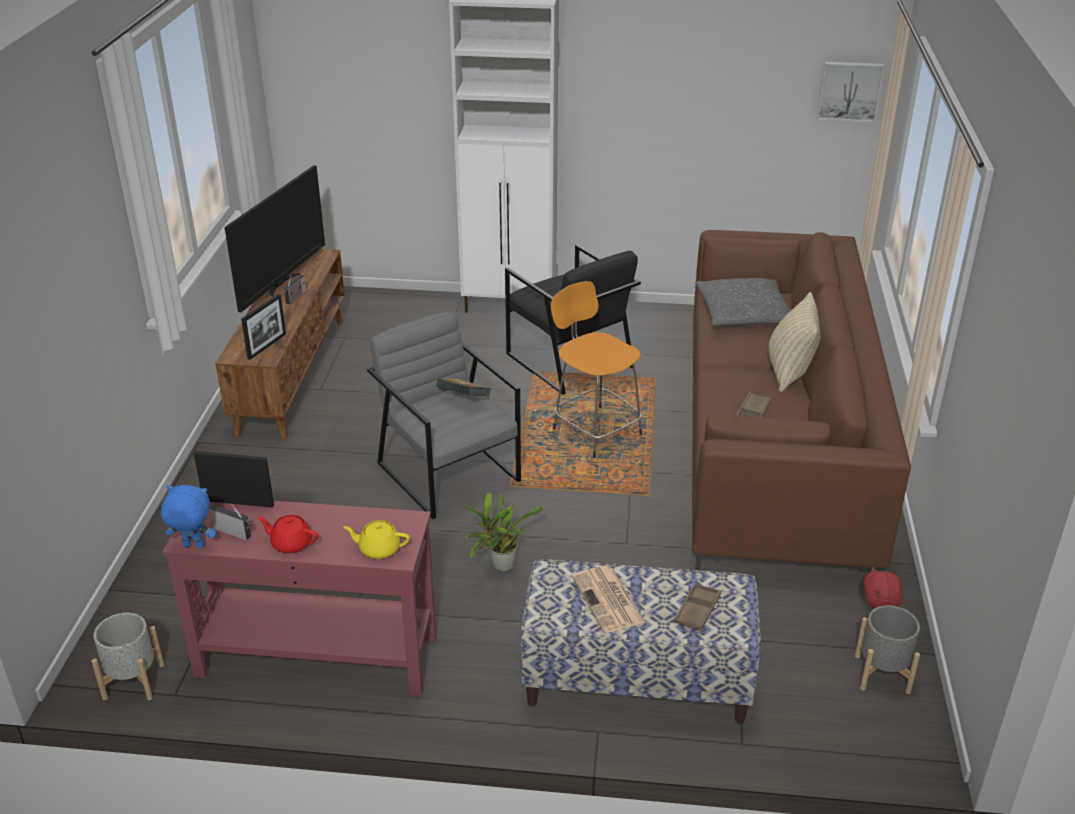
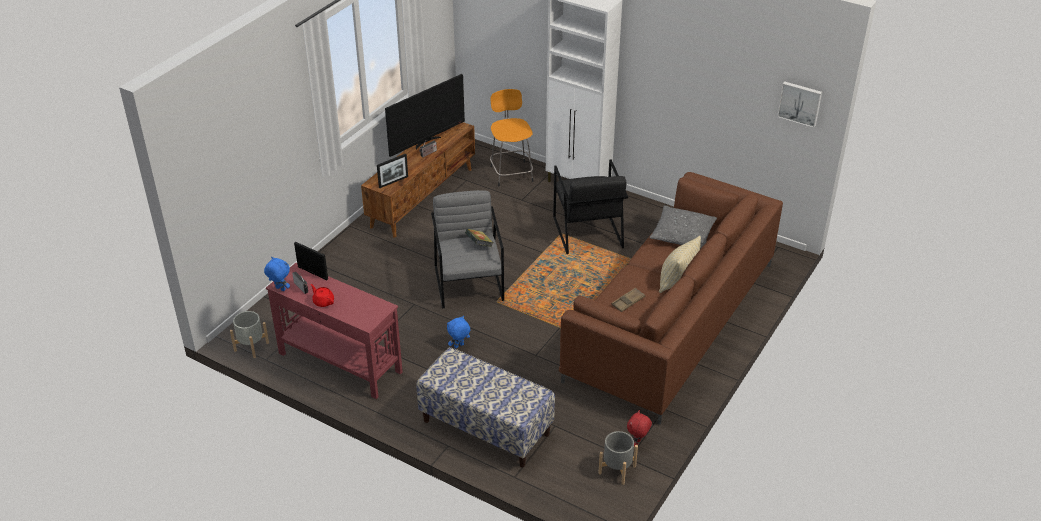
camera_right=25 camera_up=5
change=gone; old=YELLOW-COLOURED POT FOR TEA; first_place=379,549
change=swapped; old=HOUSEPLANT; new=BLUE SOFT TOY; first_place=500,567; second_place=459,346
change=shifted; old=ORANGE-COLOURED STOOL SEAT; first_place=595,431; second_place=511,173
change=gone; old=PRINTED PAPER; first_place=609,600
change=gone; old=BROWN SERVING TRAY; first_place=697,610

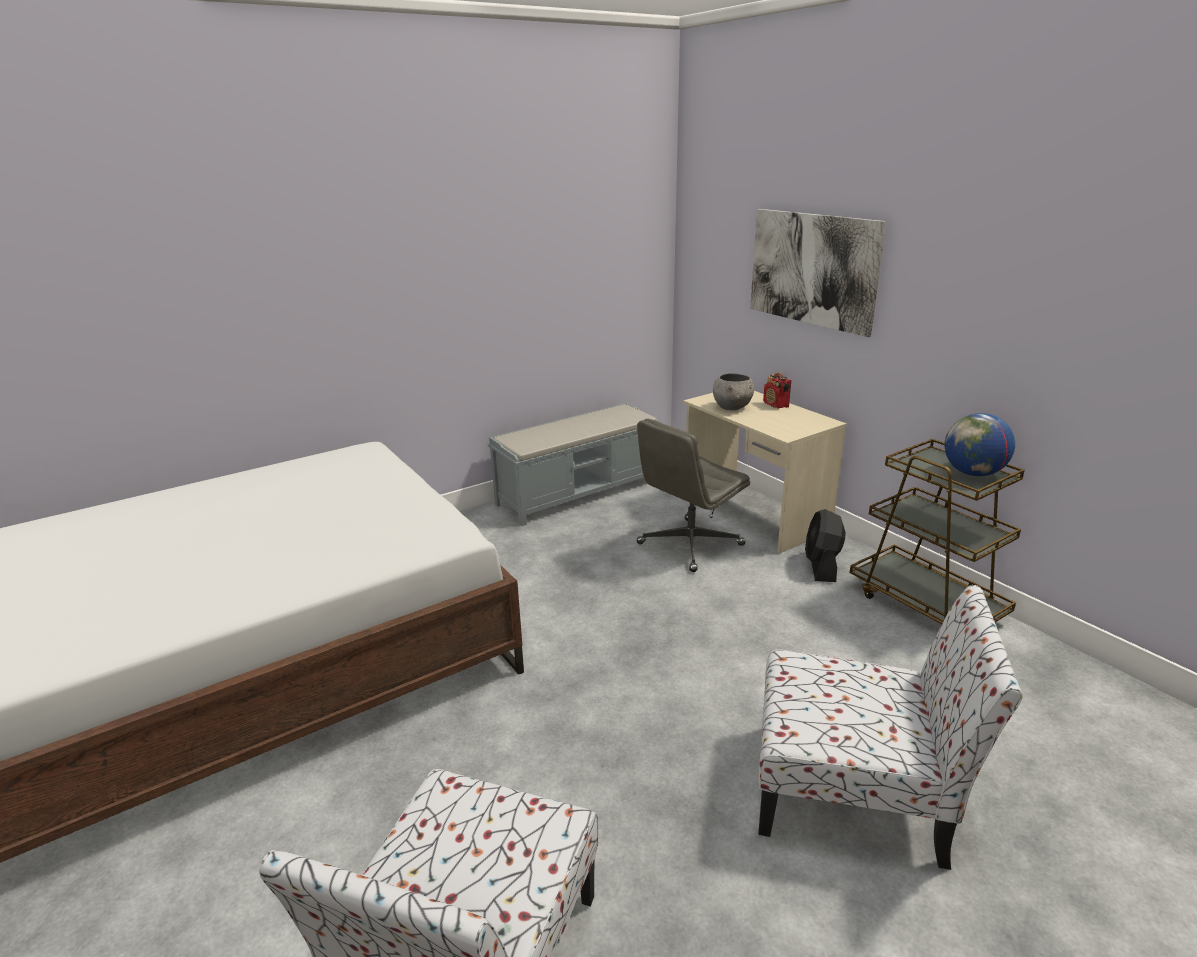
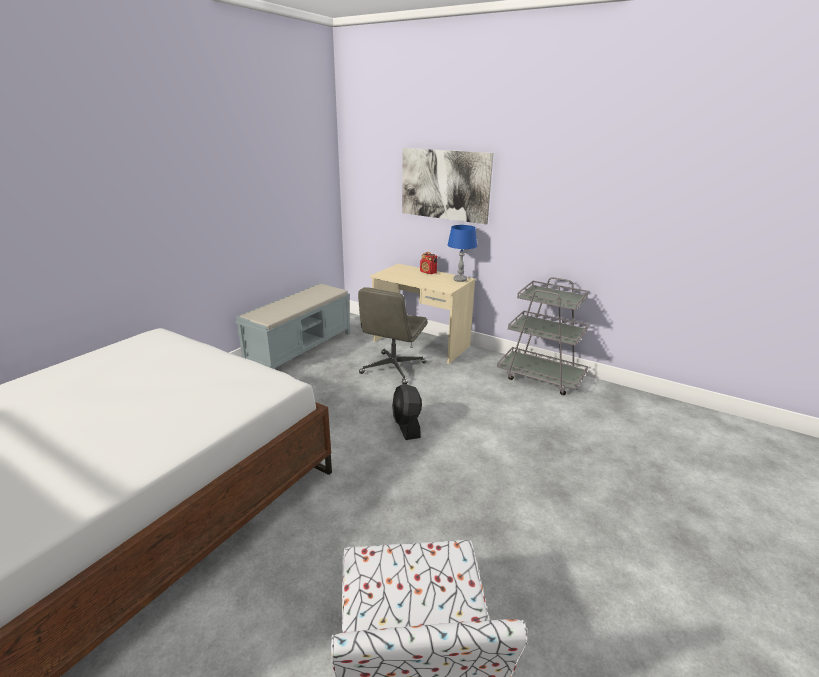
camera_right=-25 camera_up=0
change=gone; old=GREY DEEP DISH; first_place=732,407
change=gone; old=CHAIR; first_place=854,792
change=shifted; old=BLACKISH COOLING FAN; first_place=821,566; second_place=407,426
change=repainted; old=BROWN CART; new=GREY CART; first_place=926,604; second_place=541,377
change=gone; old=GLOBE; first_place=973,473
change=new; new=BLUE LAMP FOR A TABLE; second_place=460,279

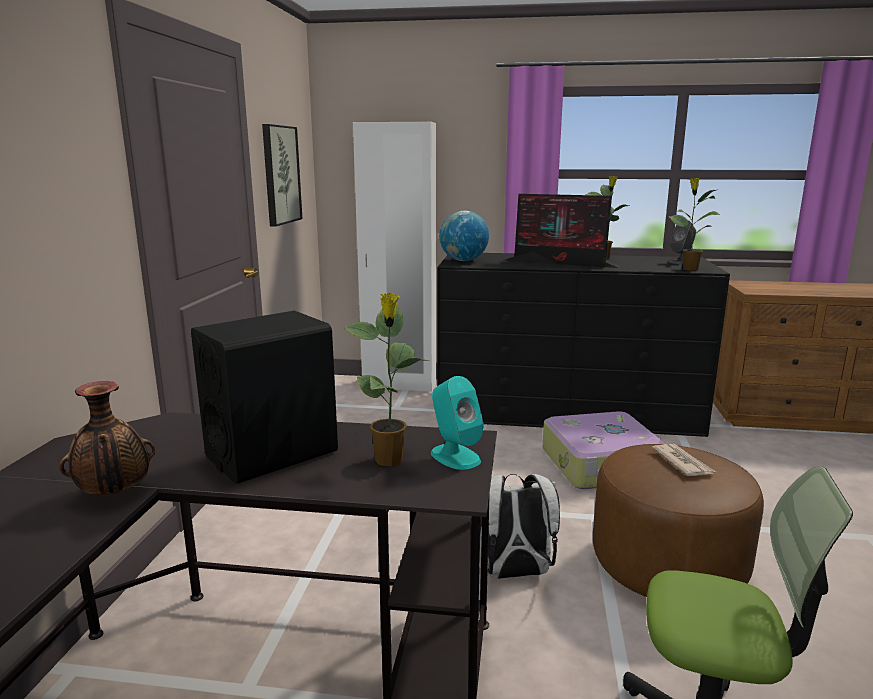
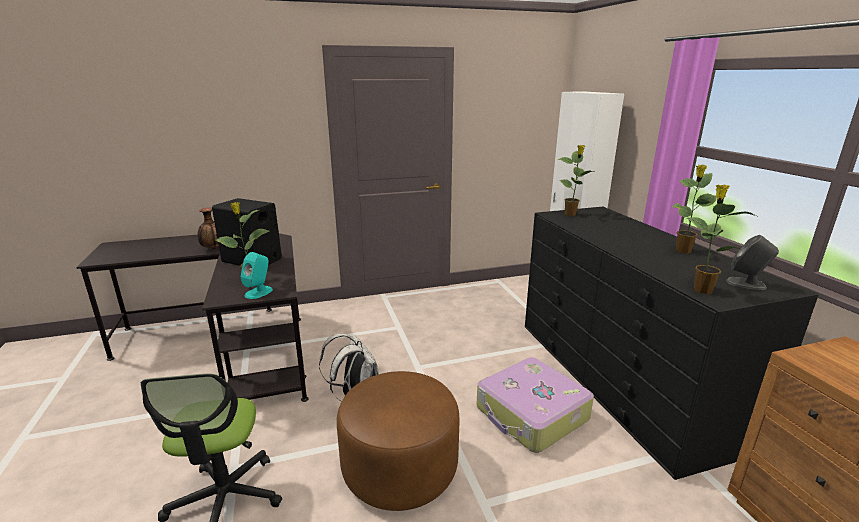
camera_right=65 camera_up=5
change=gone; old=PICTURE; first_place=280,175
change=swapped; old=GLOBE; new=HOUSEPLANT; first_place=463,260; second_place=570,214
change=gone; old=MONITOR; first_place=561,263
change=gone; old=PRINTED PAPER; first_place=682,462

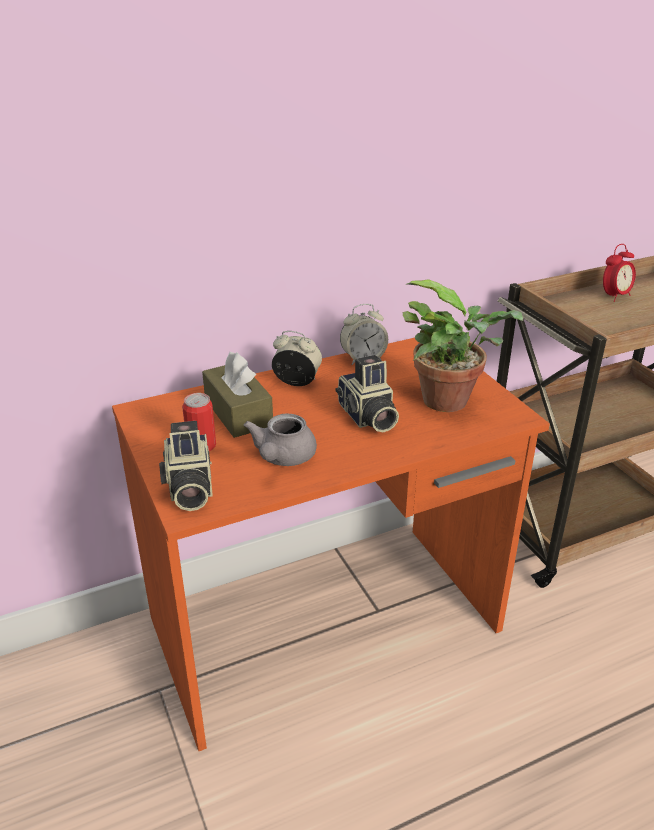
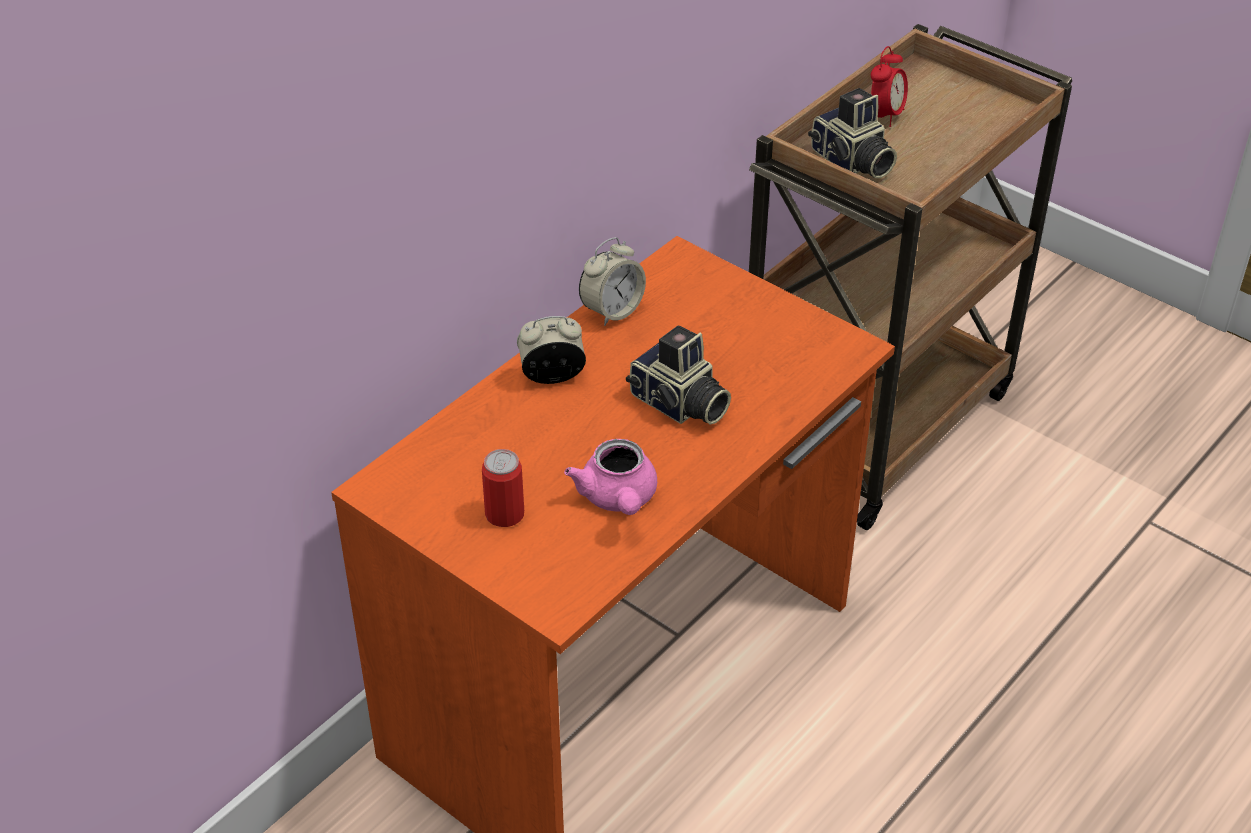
camera_right=-25 camera_up=10
change=shifted; old=STILL CAMERA; first_place=188,489; second_place=851,162
change=gone; old=BROWN TISSUE HOLDER; first_place=238,413
change=repainted; old=GREY POT FOR TEA; new=PINKISH POT FOR TEA; first_place=282,458; second_place=618,499
change=gone; old=HOUSEPLANT; first_place=451,401

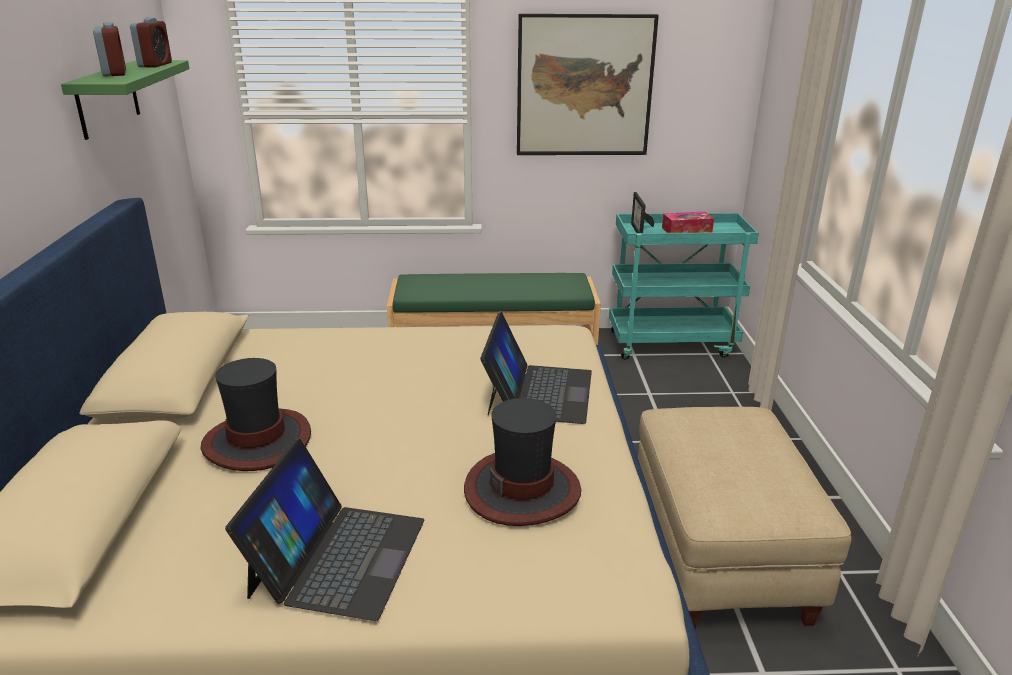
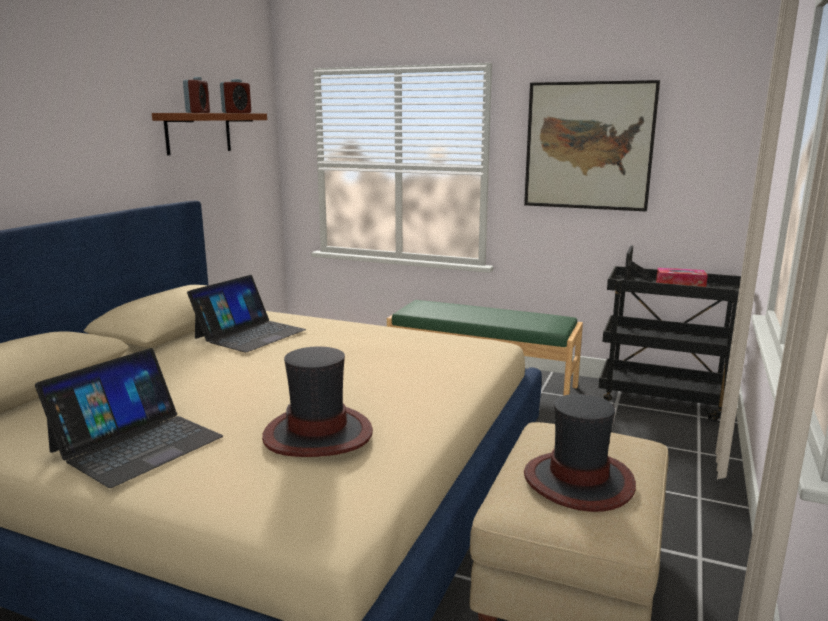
camera_right=25 camera_up=-10
change=repainted; old=GREENISH BRACKET SHELF; new=BROWN BRACKET SHELF; first_place=107,98; second_place=198,133
change=shifted; old=HAT; first_place=257,441; second_place=579,481
change=shifted; old=LAPTOP; first_place=538,392; second_place=250,334
change=repainted; old=TURQUOISE-COLOURED CART; new=BLACKISH CART; first_place=671,343; second_place=663,401

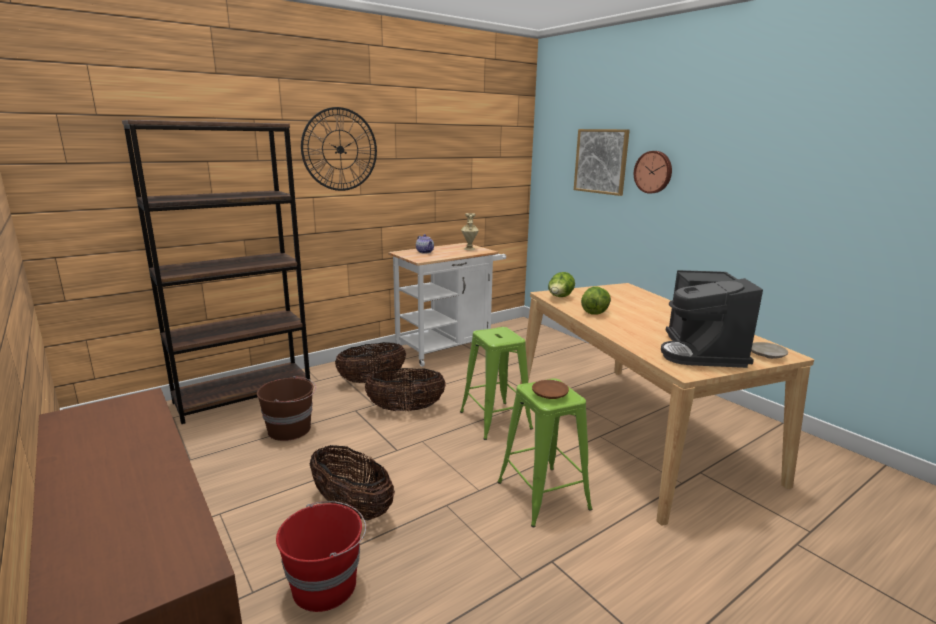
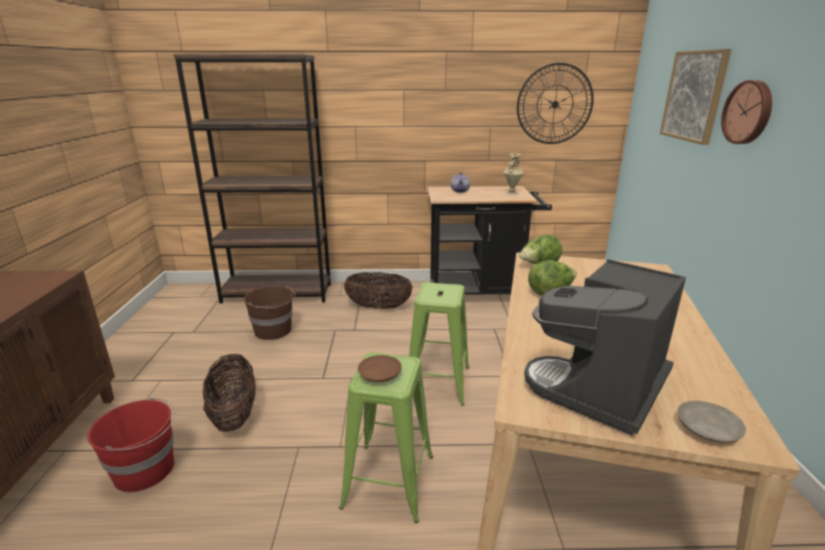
camera_right=35 camera_up=5
change=shifted; old=HANGING CLOCK; first_place=340,149; second_place=554,104
change=gone; old=HOUSEHOLD BASKET; first_place=406,409
change=repainted; old=WHITISH CART; new=BLACKISH CART; first_place=448,347; second_place=480,294

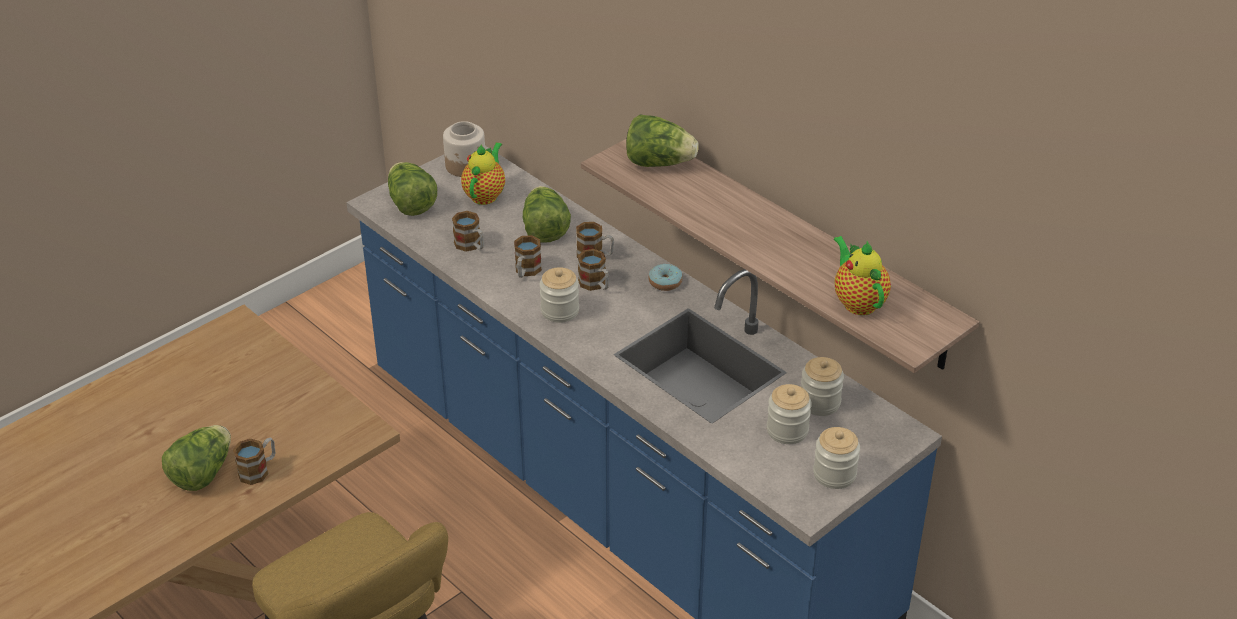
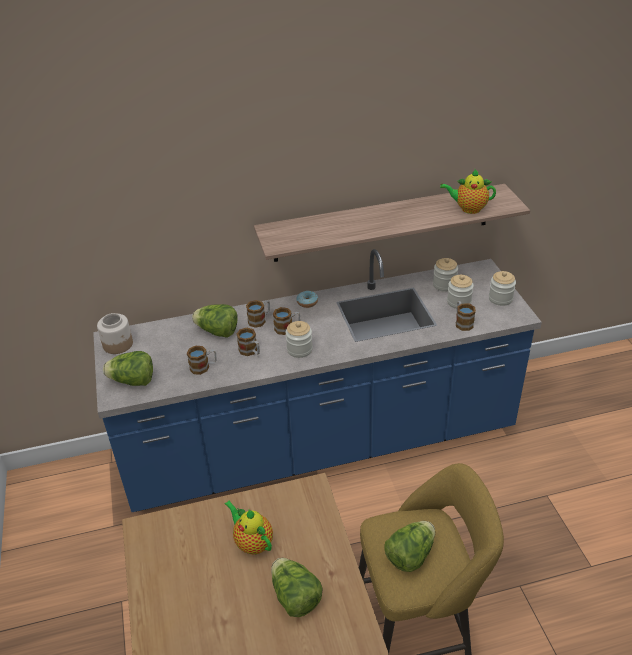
camera_right=-60 camera_up=0
change=shifted; old=MUG; first_place=259,470; second_place=462,322
change=shifted; old=POT FOR TEA; first_place=485,195; second_place=252,542
change=shifted; old=LETTUCE; first_place=659,163; second_place=410,555

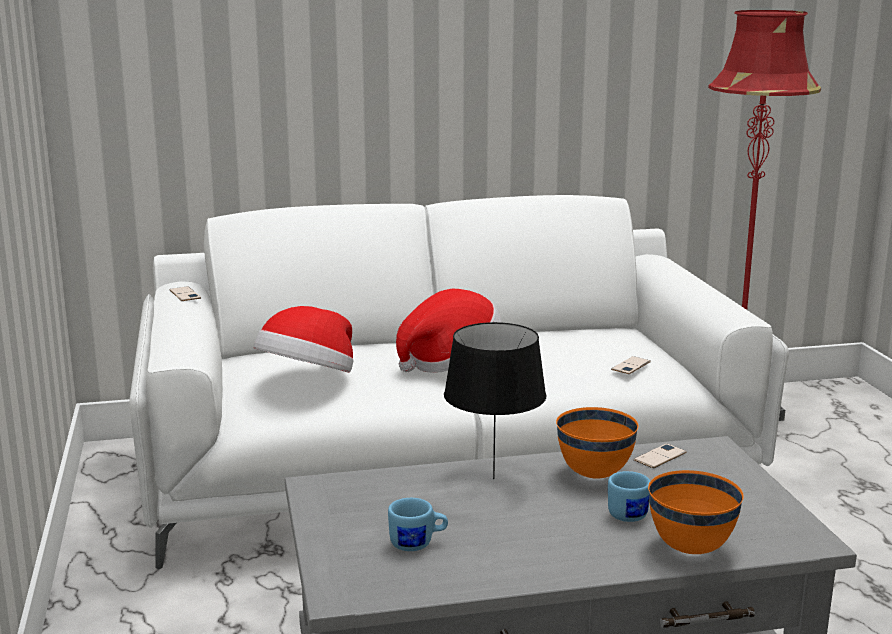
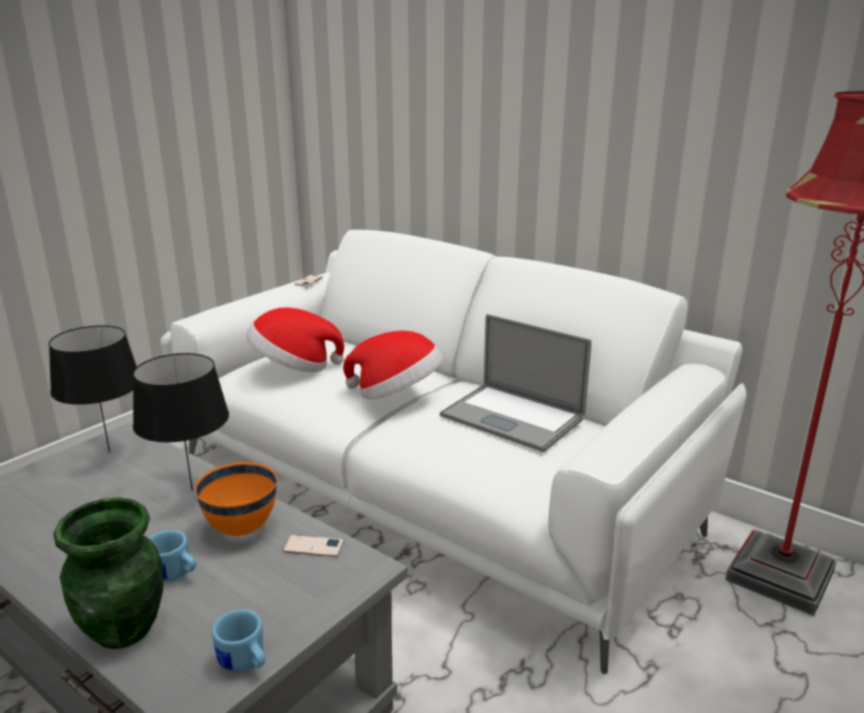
camera_right=50 camera_up=5
change=shifted; old=BLUE MUG; first_place=418,544; second_place=245,664
change=gone; old=HANDSET; first_place=631,366
change=swapped; old=ORANGE-COLOURED DEEP DISH; new=GREENISH VASE; first_place=691,548; second_place=125,630
change=new; new=BLACKISH LAMP FOR A TABLE; second_place=110,451
change=new; new=LAPTOP; second_place=512,417

